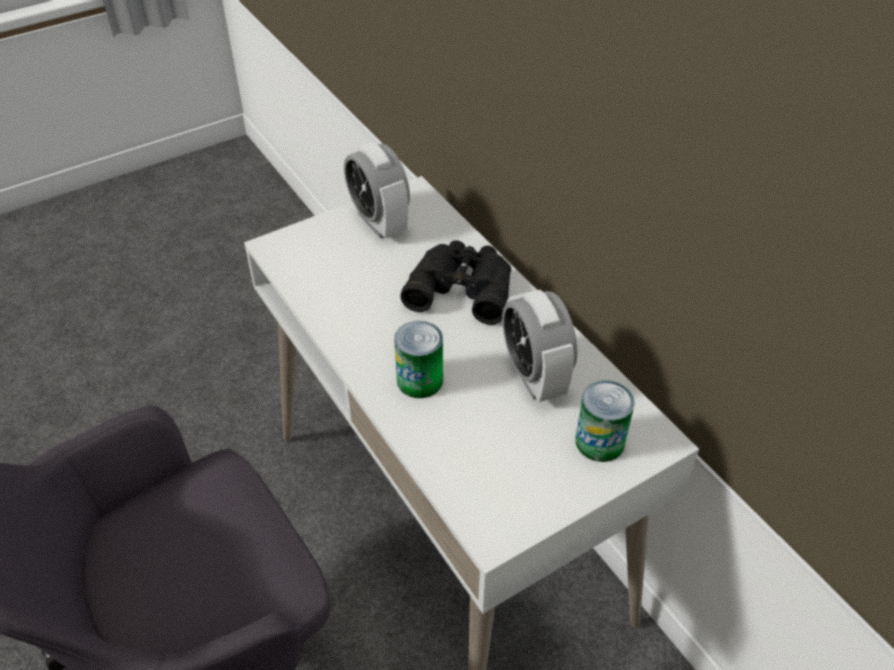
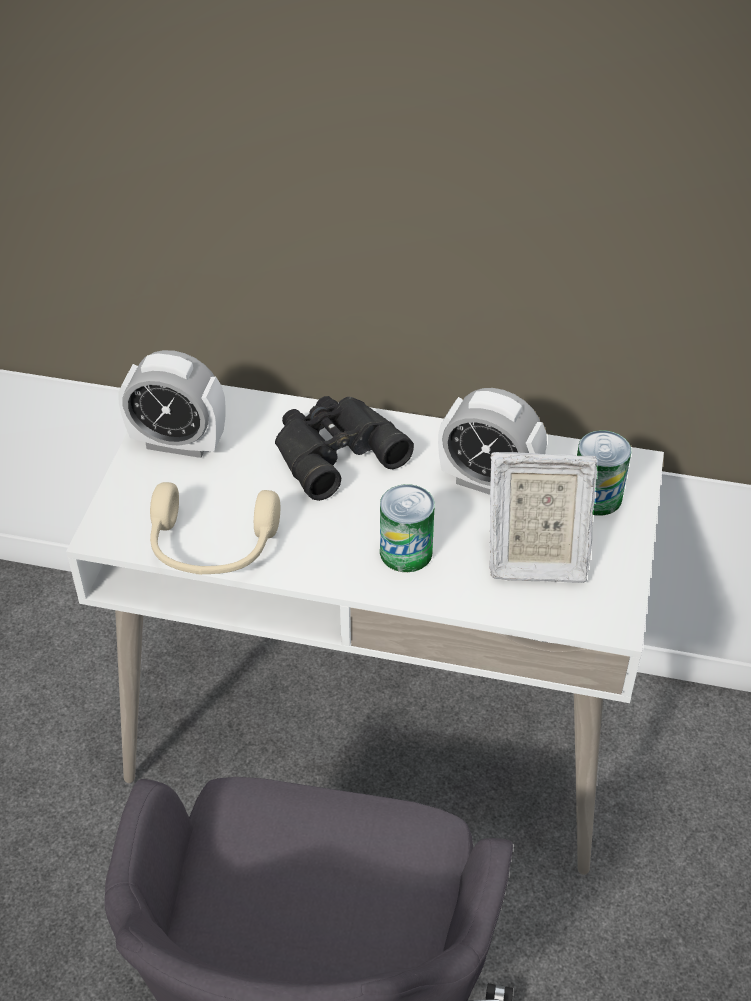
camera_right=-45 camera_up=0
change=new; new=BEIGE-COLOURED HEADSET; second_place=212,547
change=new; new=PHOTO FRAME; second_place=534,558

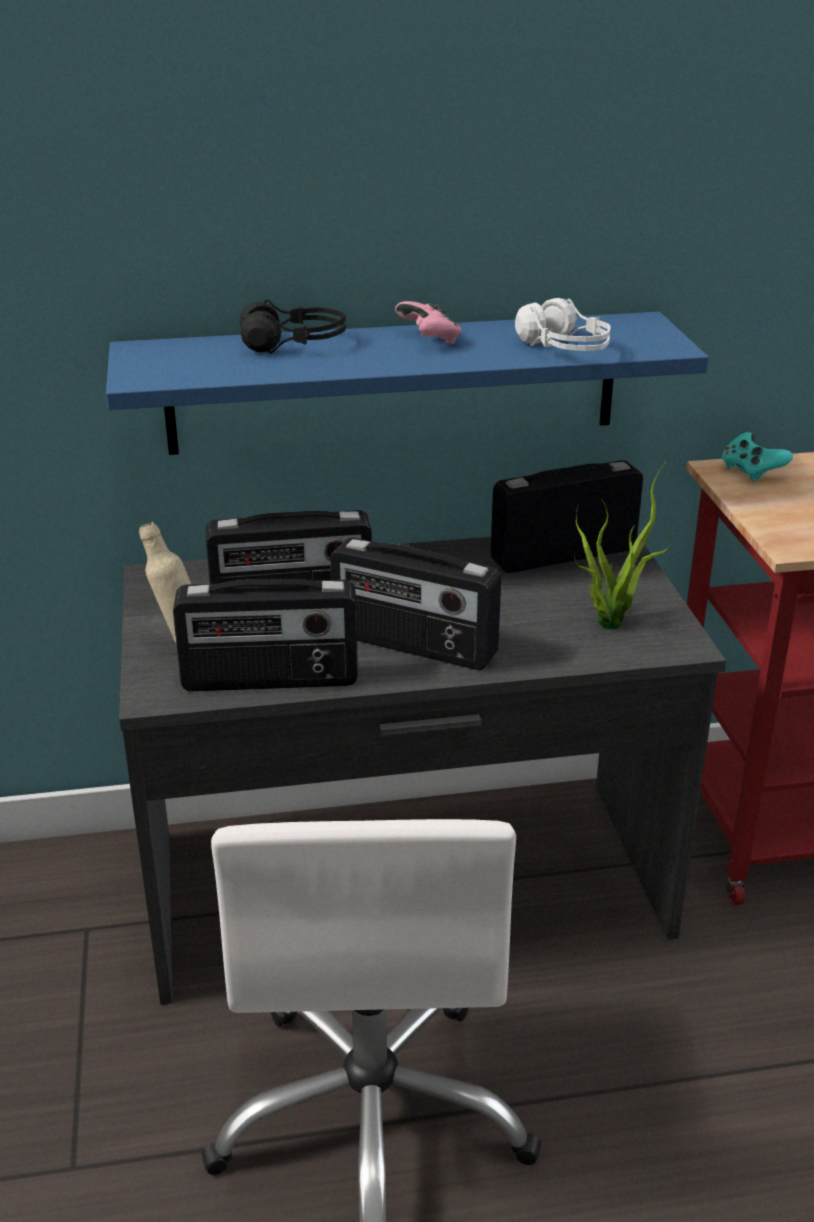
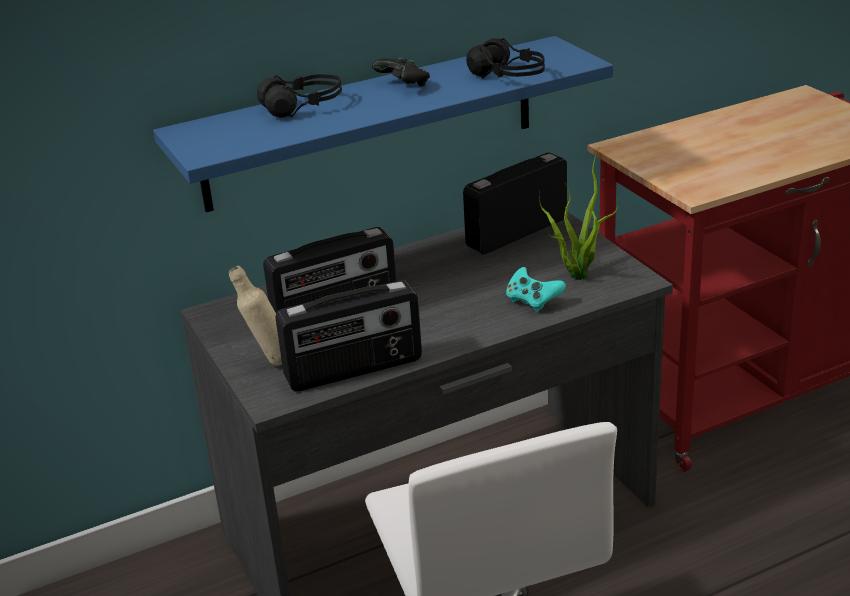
camera_right=-15 camera_up=0
change=gone; old=RADIO SET; first_place=413,646
change=repainted; old=PINKISH GAMEPAD; new=BLACKISH GAMEPAD; first_place=430,340; second_place=404,85
change=repainted; old=WHITISH HEADSET; new=BLACKISH HEADSET; first_place=564,349; second_place=508,76
change=shifted; old=TURQUOISE-COLOURED GAMEPAD; first_place=751,471; second_place=533,301

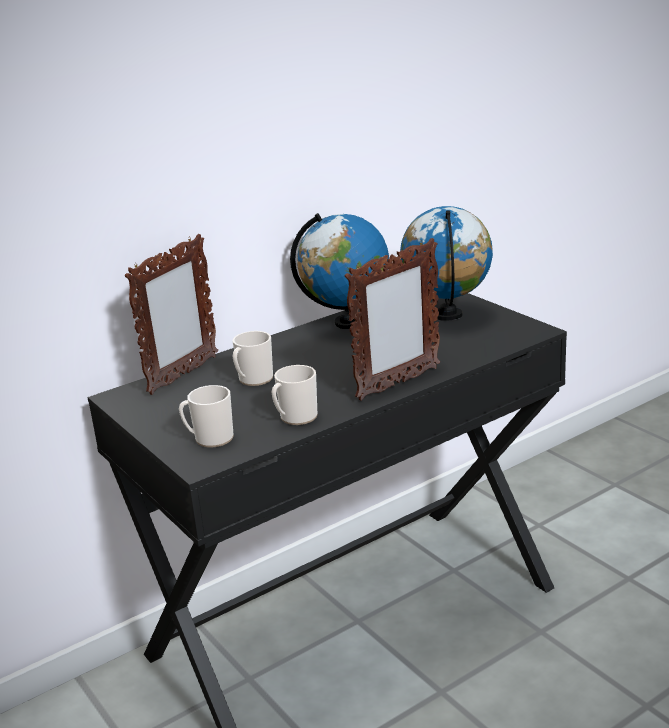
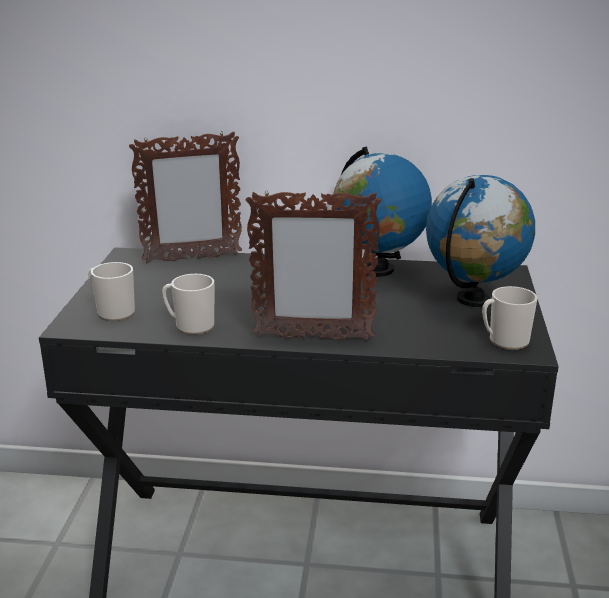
camera_right=40 camera_up=0
change=shifted; old=MUG; first_place=253,380; second_place=504,341

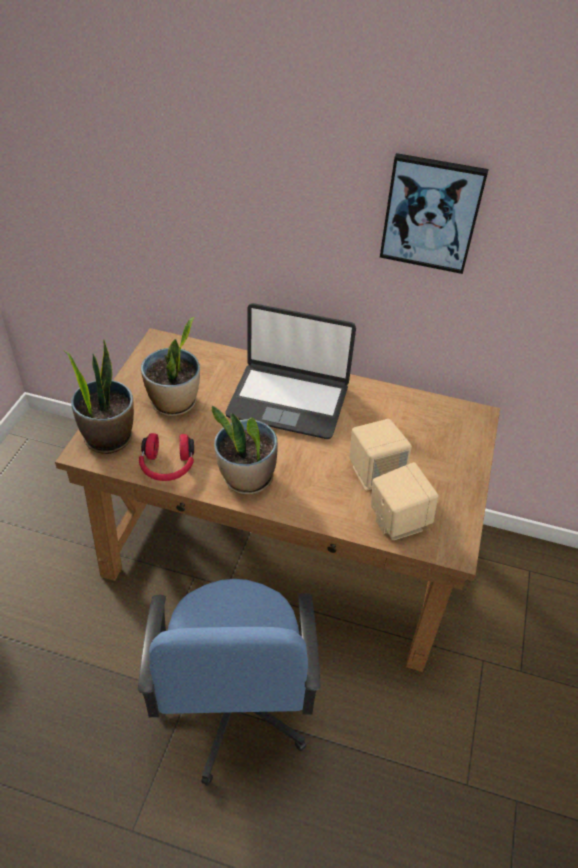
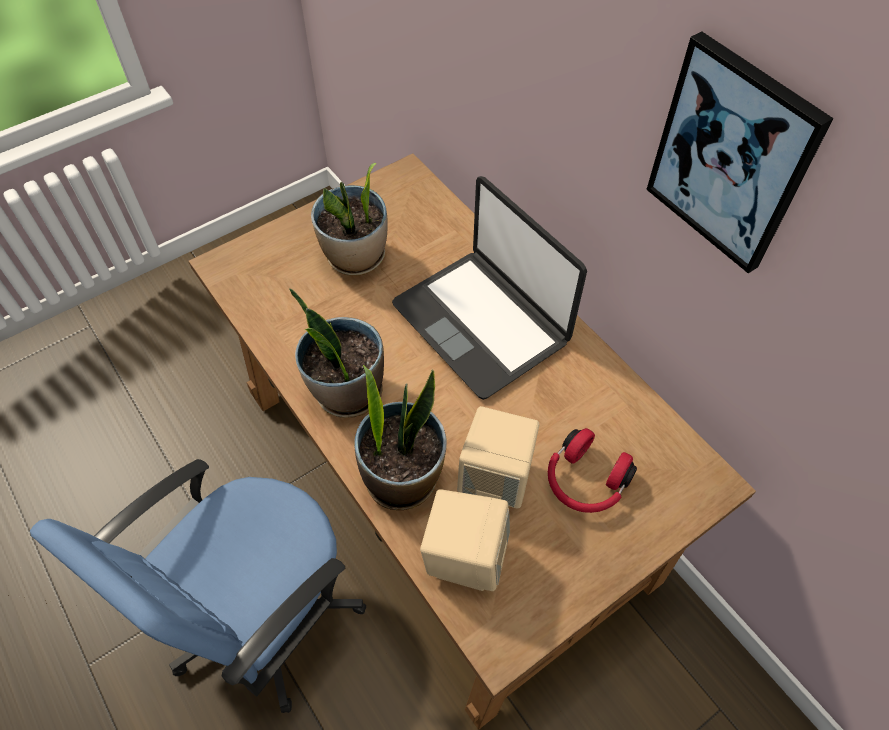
camera_right=40 camera_up=10
change=shifted; old=HOUSEPLANT; first_place=108,437; second_place=402,478
change=shifted; old=RED HEADSET; first_place=167,466; second_place=585,482

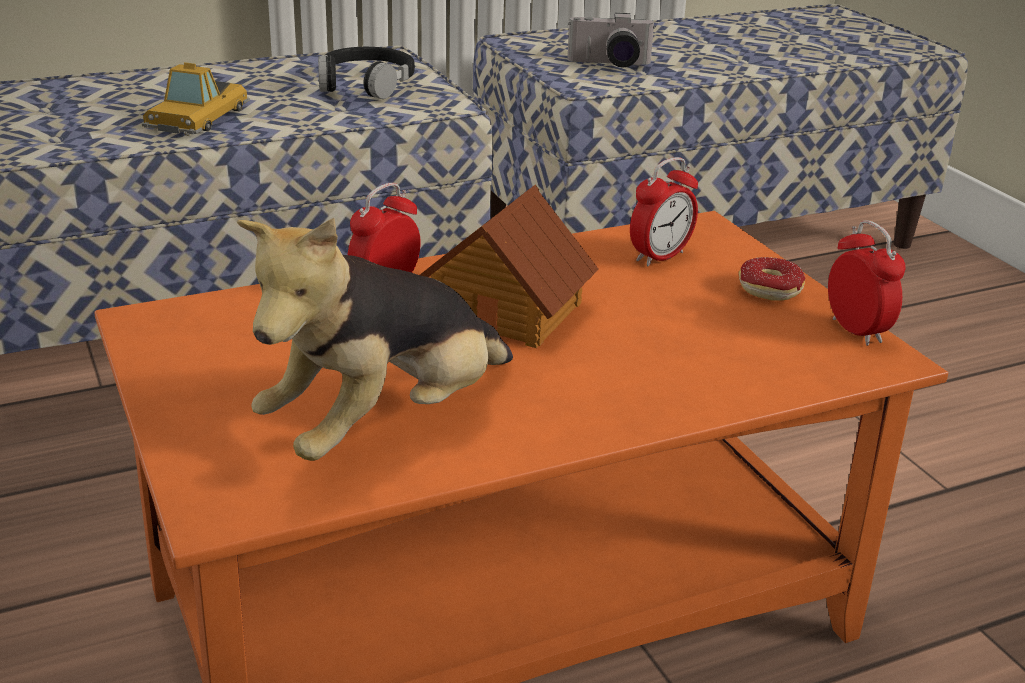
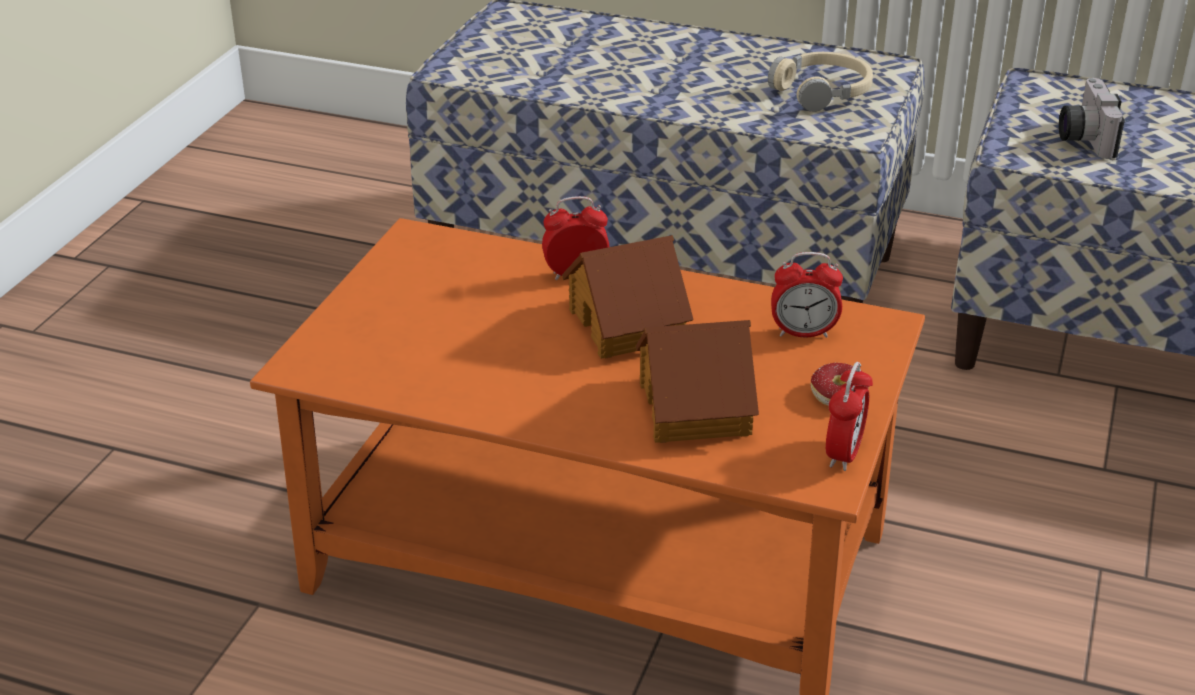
camera_right=45 camera_up=5
change=gone; old=MINIATURE CAR; first_place=196,117
change=gone; old=SOFT TOY; first_place=386,425
change=repainted; old=BLACKISH HEADSET; new=BEIGE-COLOURED HEADSET; first_place=366,84; second_place=822,91
change=rotated; old=STILL CAMERA; first_place=609,64; second_place=1082,137; degrees=45
change=new; new=MINIATURE HOUSE; second_place=696,408

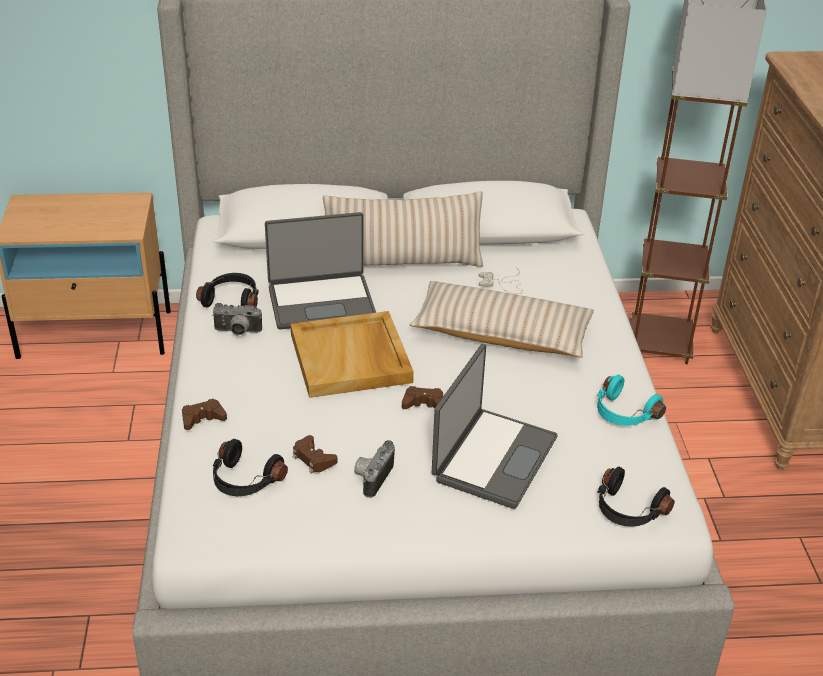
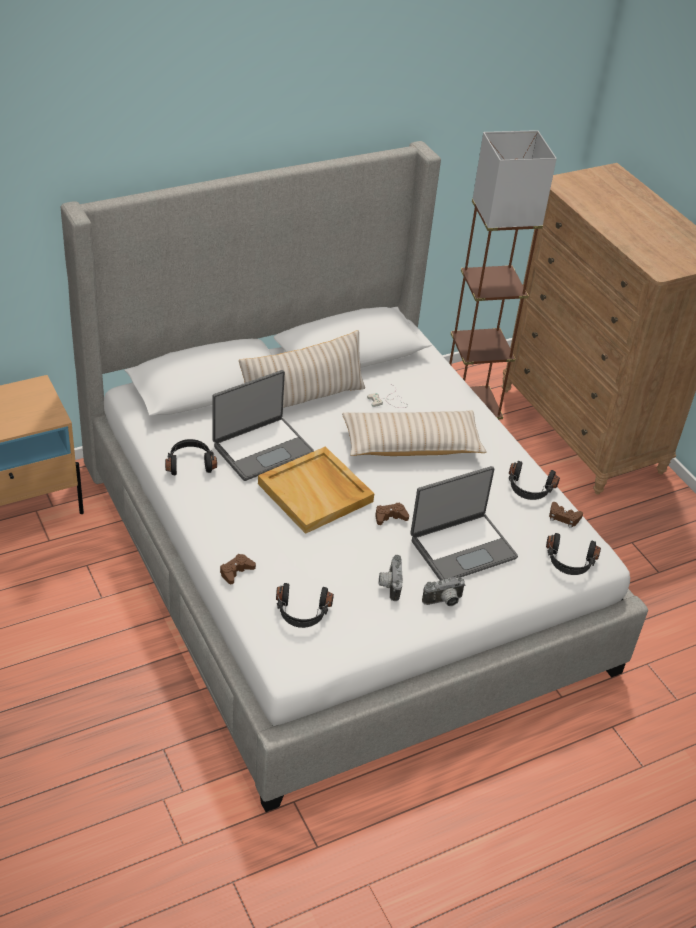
camera_right=-25 camera_up=5
change=shifted; old=STILL CAMERA; first_place=237,332; second_place=444,602
change=shifted; old=BROWN GAMEPAD; first_place=313,459; second_place=563,517
change=rotated; old=LAPTOP; first_place=492,458; second_place=462,547; degrees=60
change=repainted; old=TURQUOISE-COLOURED HEADSET; new=BLACKISH HEADSET; first_place=623,414; second_place=529,489

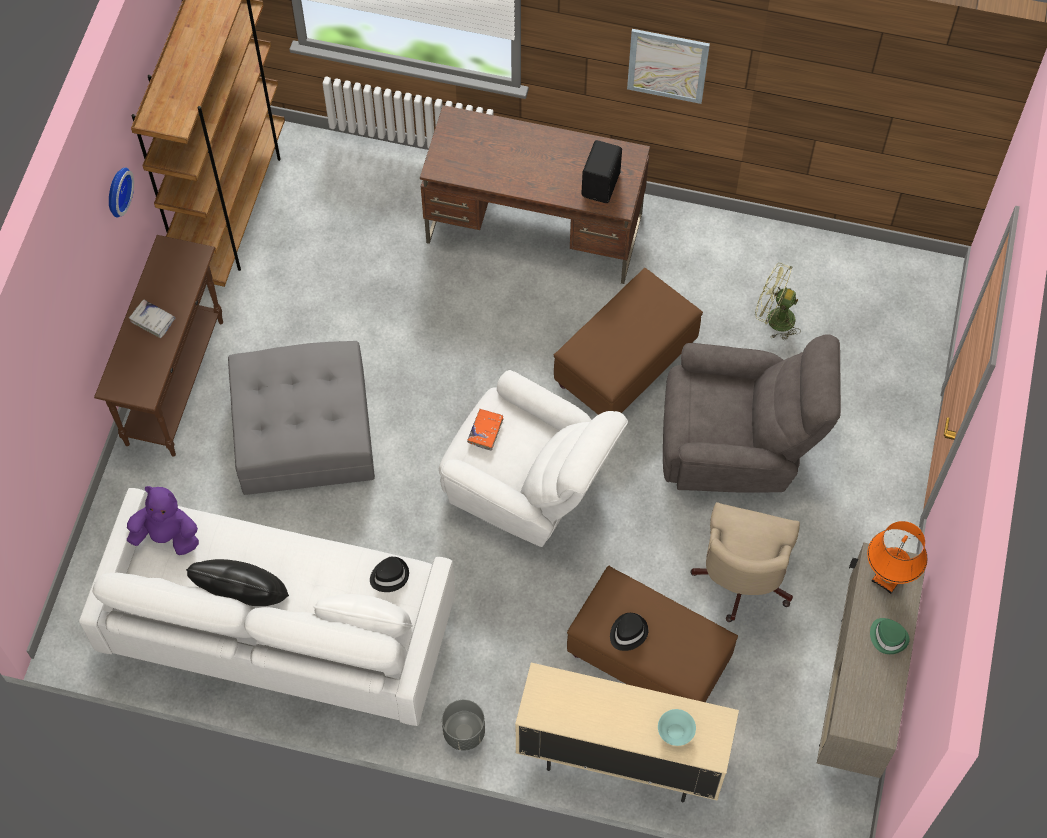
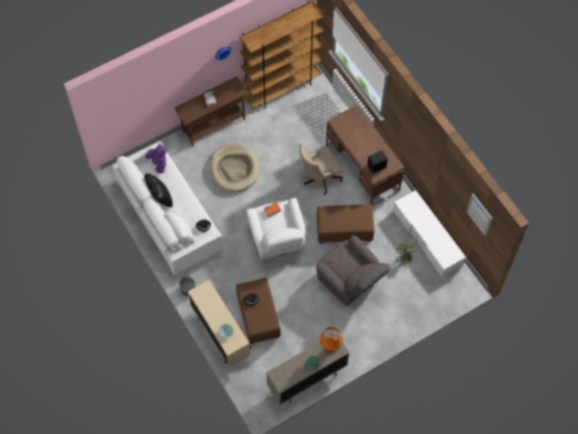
camera_right=45 camera_up=0
change=swapped; old=GREY OTTOMAN; new=BEIGE-COLOURED DOG BED; first_place=304,429; second_place=234,169
change=shifted; old=PICTURE; first_place=667,65; second_place=479,214
change=shifted; old=BEIGE-COLOURED COMPUTER CHAIR; first_place=741,582; second_place=319,178
change=new; new=WHITISH TV UNIT; second_place=427,237

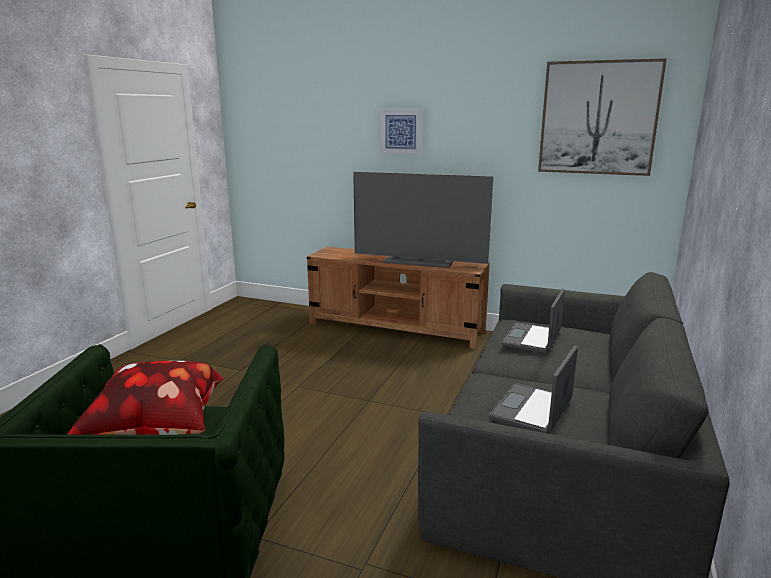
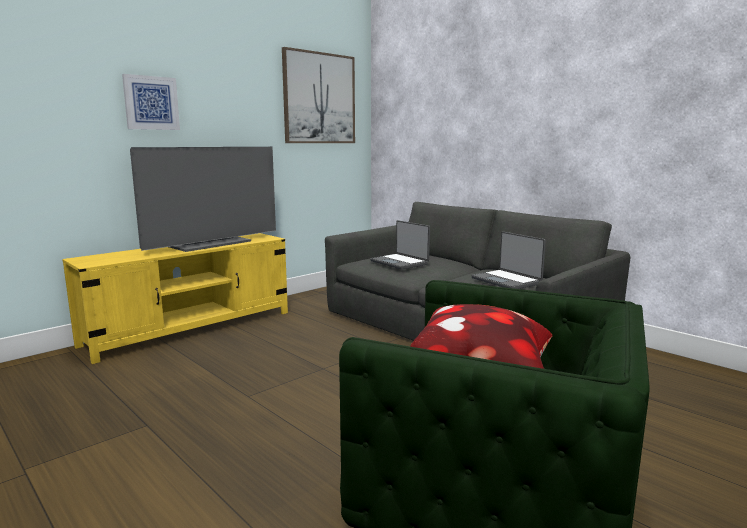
camera_right=-65 camera_up=-5
change=repainted; old=BROWN TV UNIT; new=YELLOW-COLOURED TV UNIT; first_place=396,328; second_place=192,328

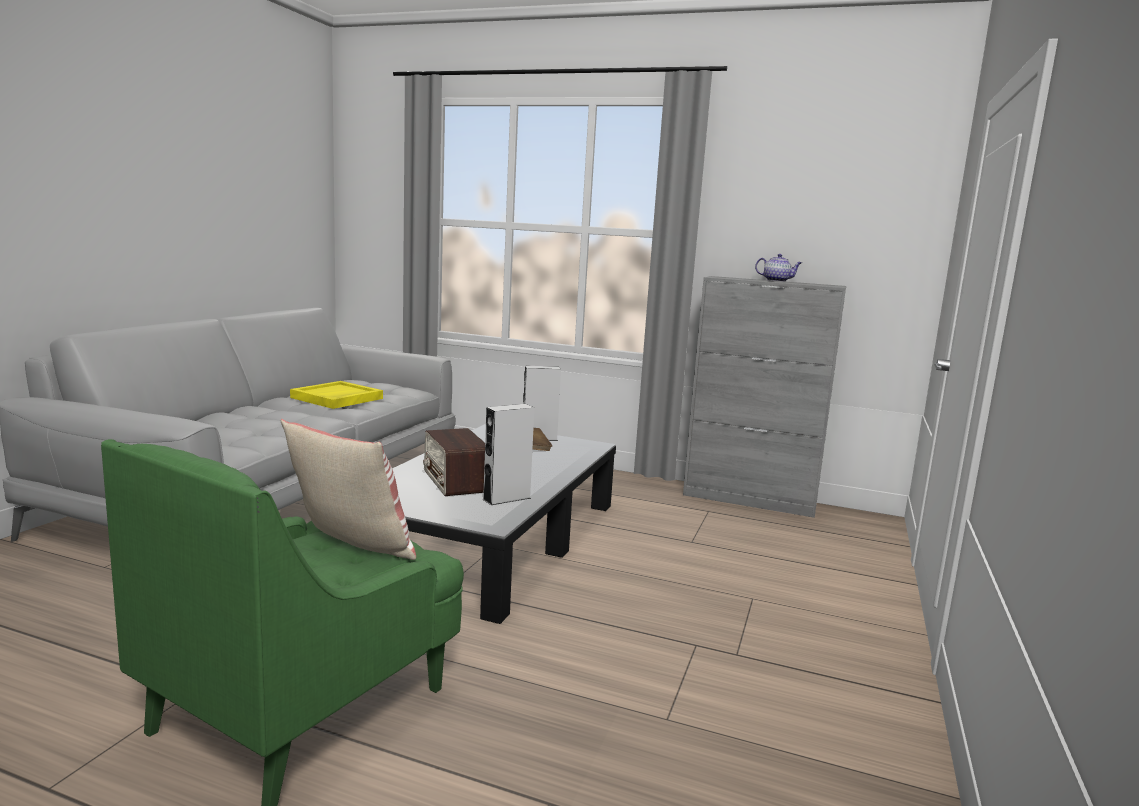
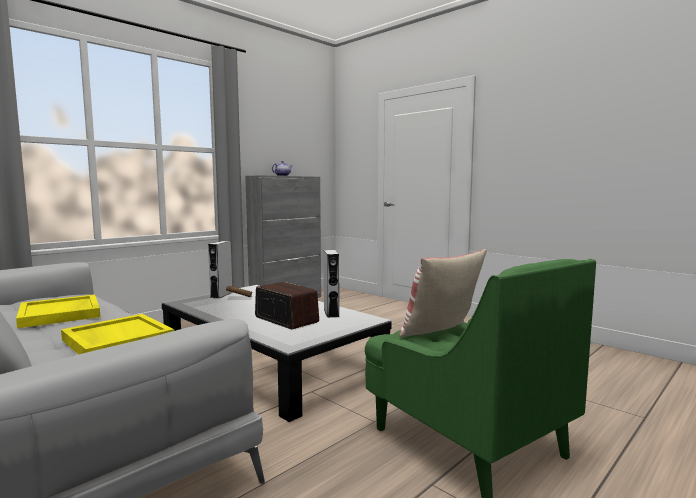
camera_right=-65 camera_up=-5
change=rotated; old=RADIO SET; first_place=456,481; second_place=286,319; degrees=-135
change=new; new=YELLOW-COLOURED SERVING TRAY; second_place=117,340

